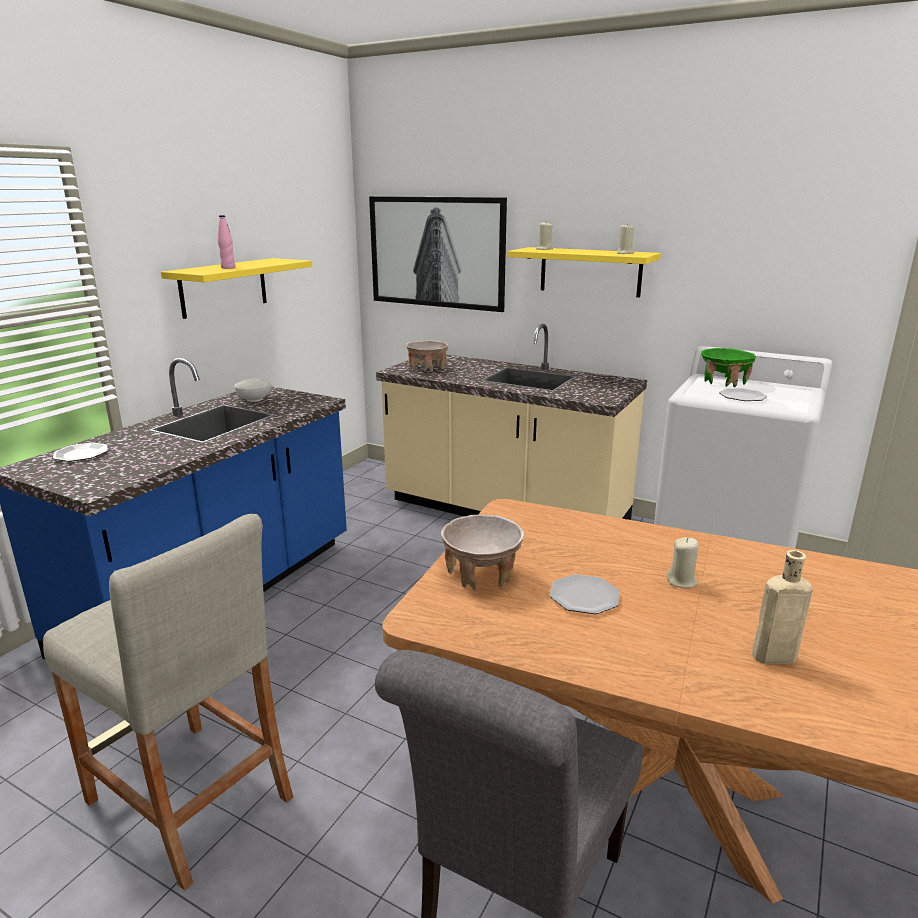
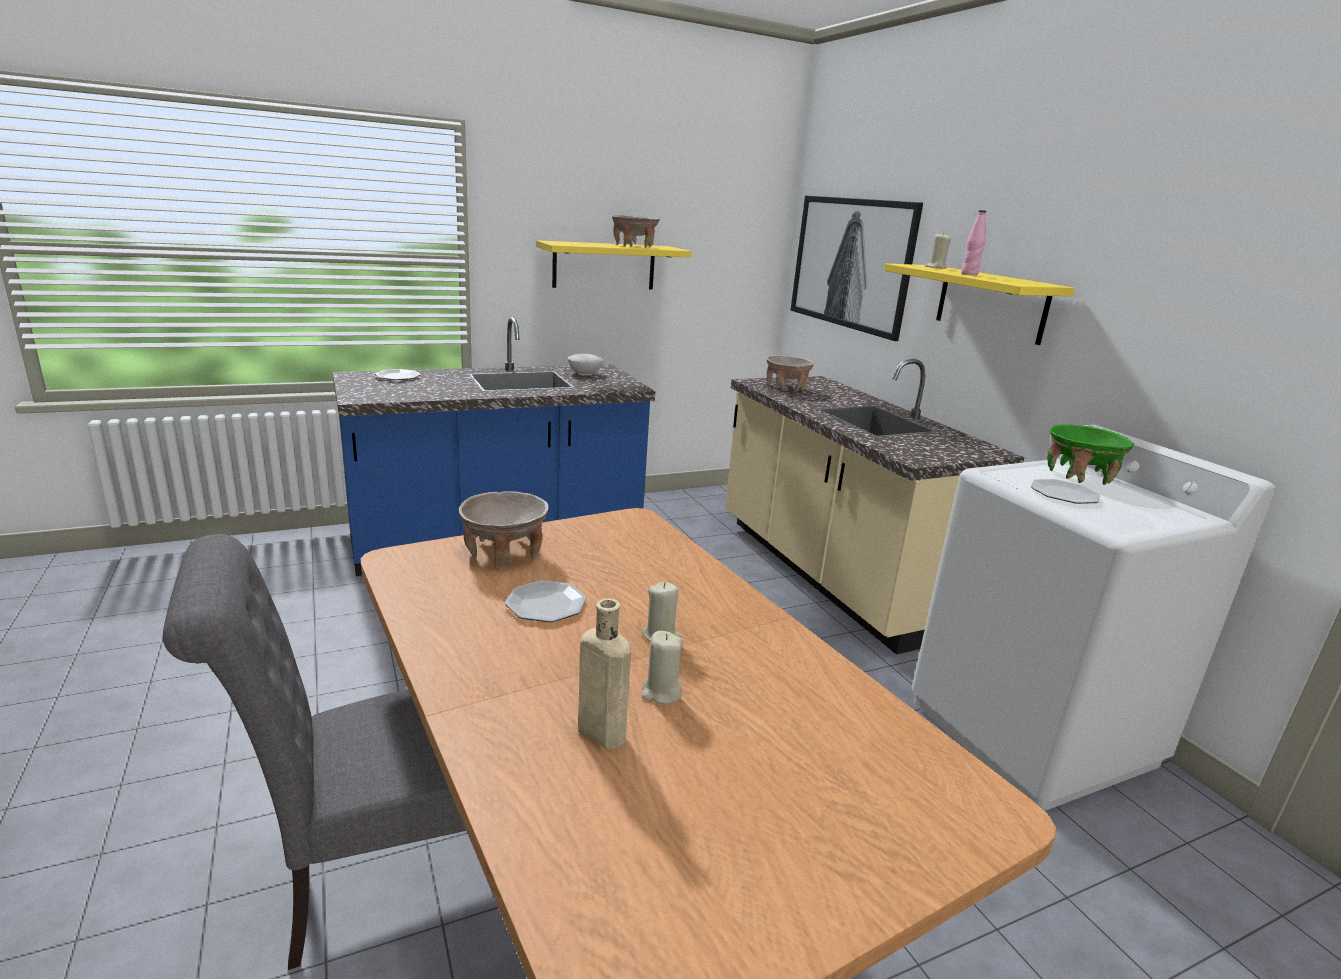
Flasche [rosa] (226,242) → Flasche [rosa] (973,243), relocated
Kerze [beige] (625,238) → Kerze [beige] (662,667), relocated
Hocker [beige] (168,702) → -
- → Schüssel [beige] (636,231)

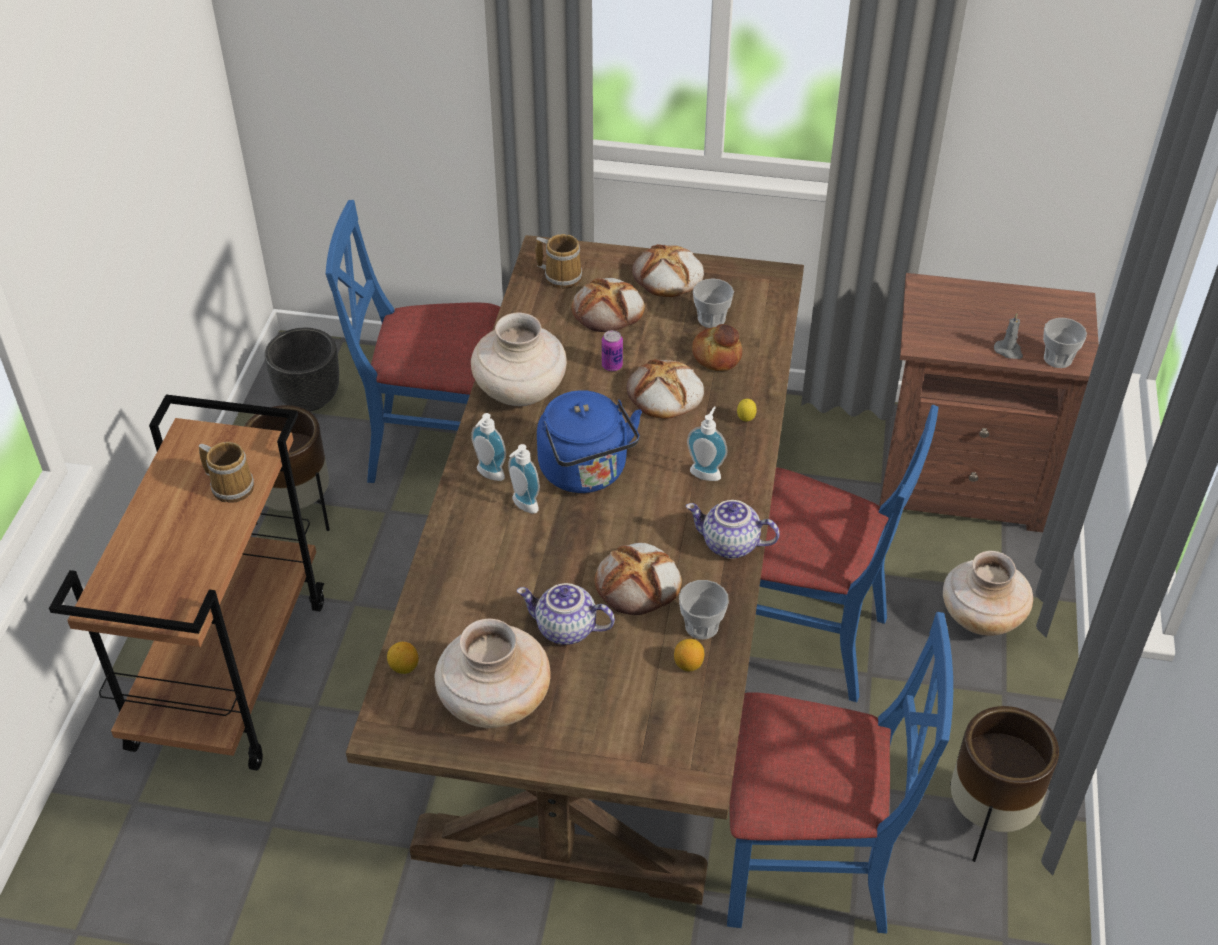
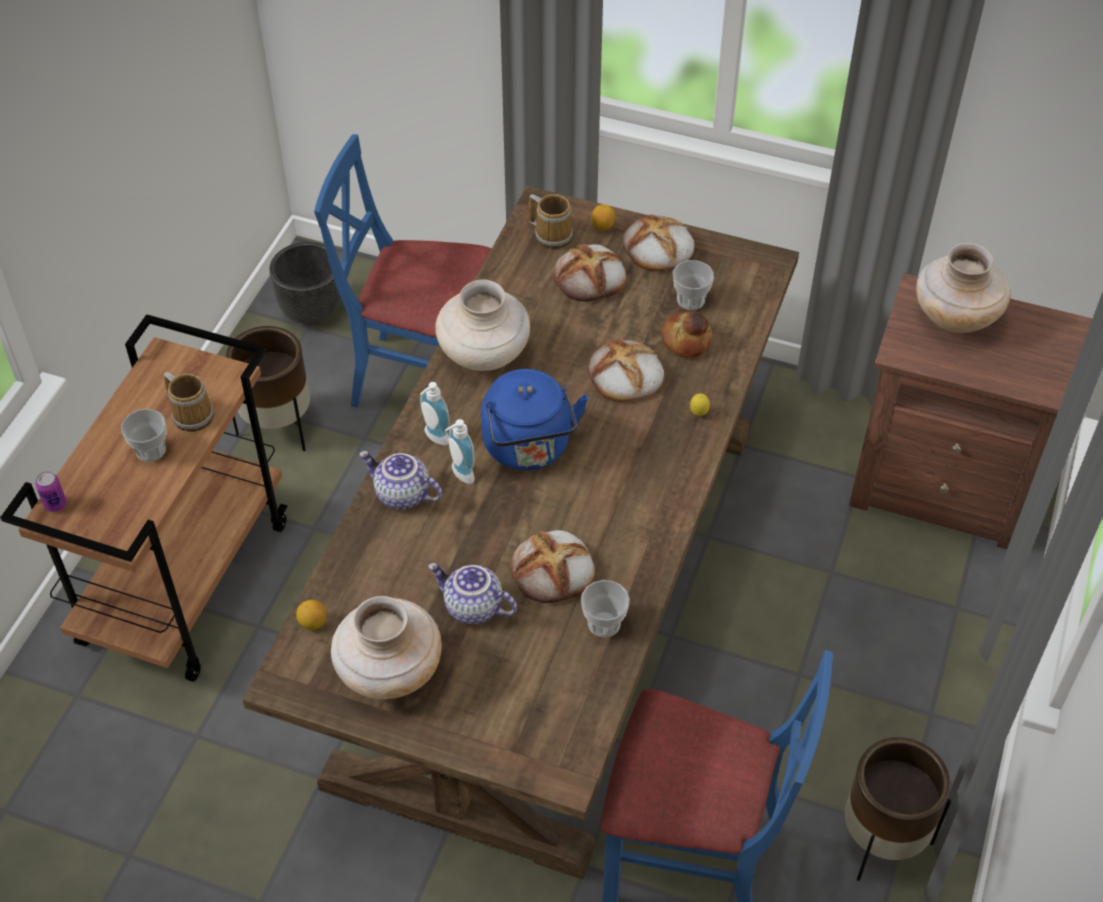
Kerze [grau] (1008,336) → -
Tasse (1065,343) → Tasse (144,435), relocated
Dose (612,350) → Dose (51,491), relocated
Stuhl [blau] (847,553) → -
Seifenspender (707,443) → -
Teekanne (733,529) → Teekanne (400,480), relocated
Vase [beige] (988,593) → Vase [beige] (963,288), relocated
Zitrone (689,655) → Zitrone (603,217), relocated

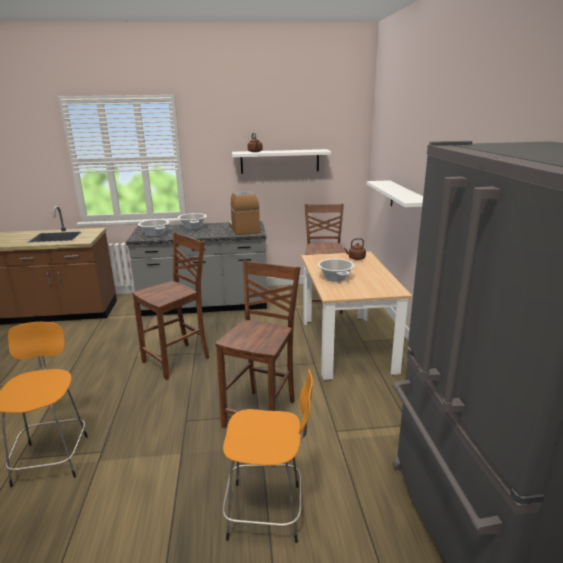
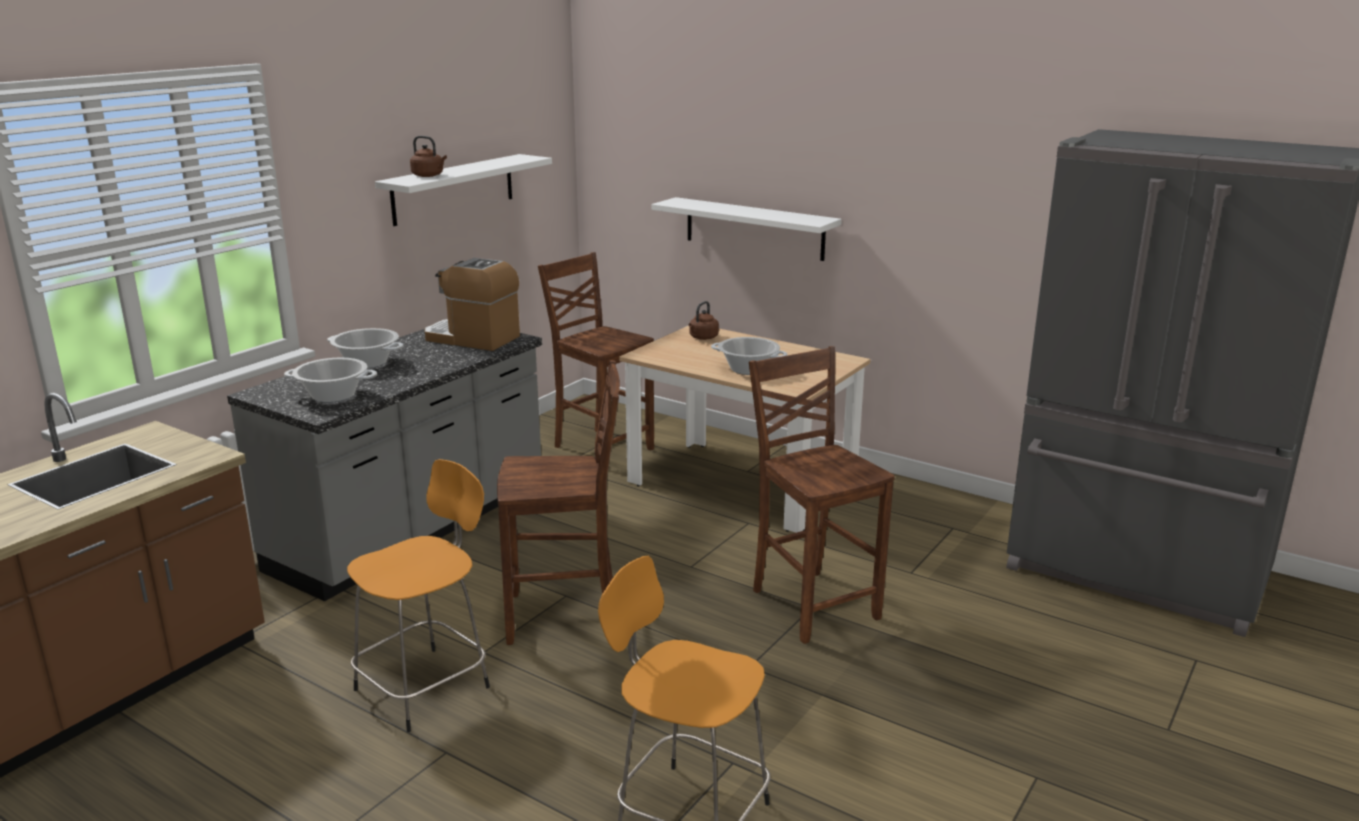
Stuhl [braun] (170,306) → Stuhl [braun] (558,502), 90 degrees clockwise
Hocker [orange] (267,456) → Hocker [orange] (418,595), relocated

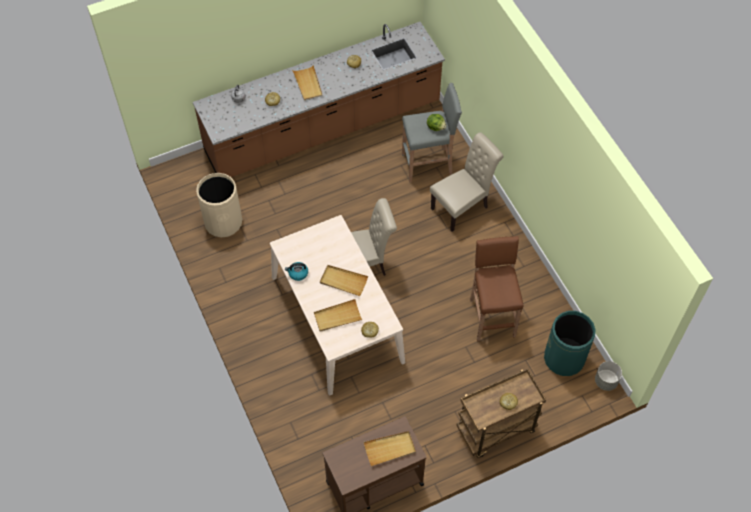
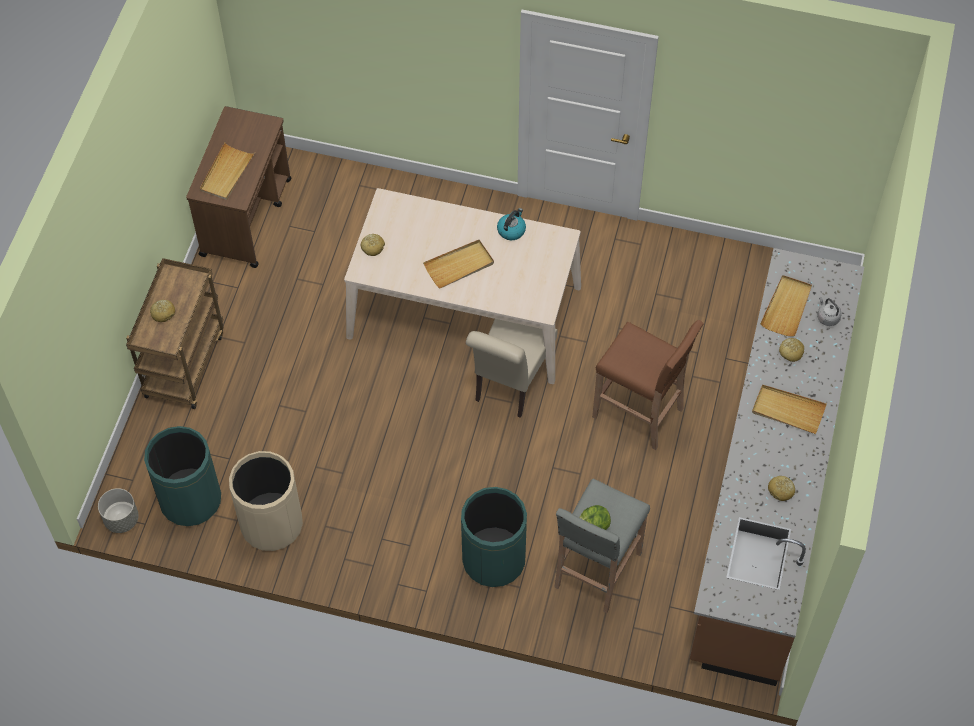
Stuhl [beige] (466,182) → Mülleimer [grün] (494,537)
Mülleimer [beige] (219,205) → Mülleimer [beige] (266,501), relocated
Hocker [braun] (497,288) → Hocker [braun] (648,385), relocated
Tablett [beige] (338,315) → Tablett [beige] (786,305), relocated

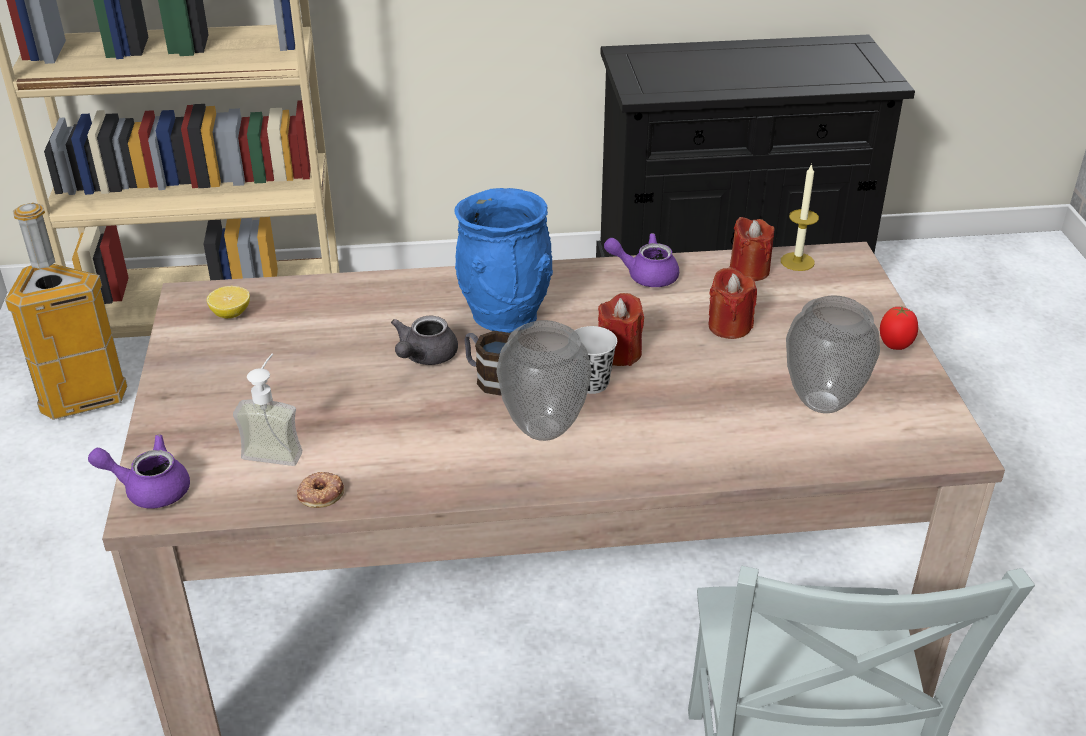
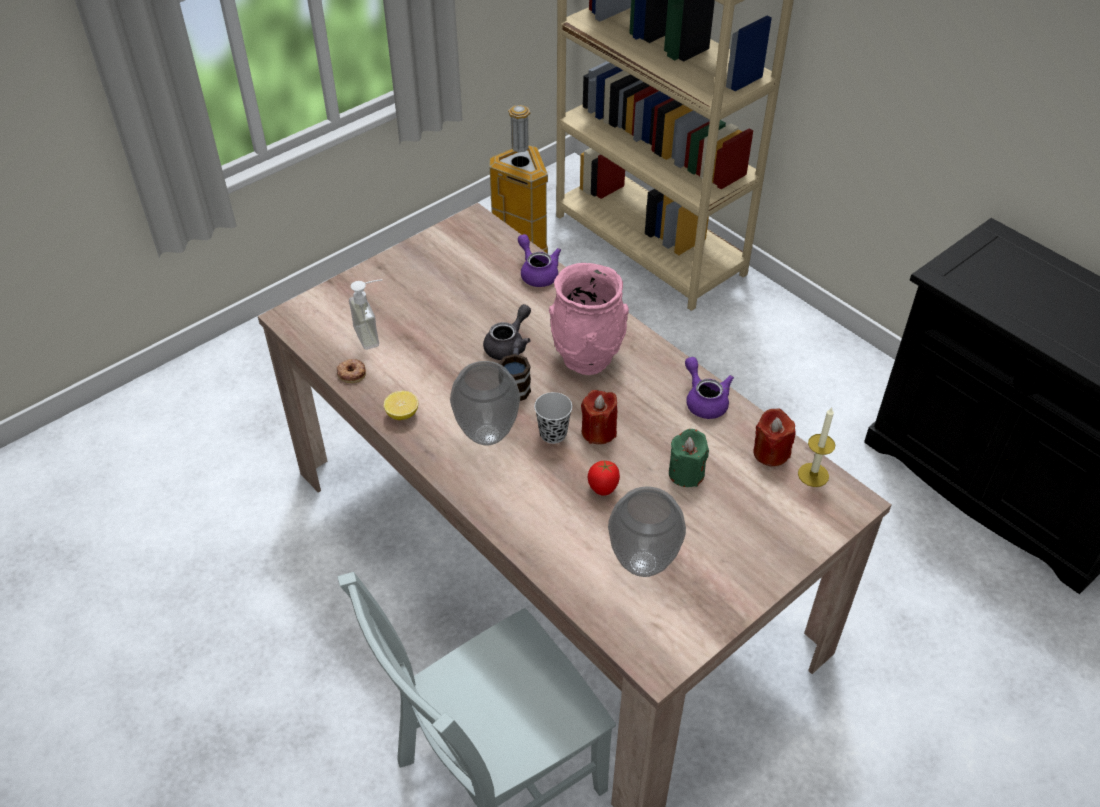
Vase [blau] (503,260) → Vase [rosa] (589,319)
Kerze [rot] (732,303) → Kerze [grün] (689,458)
Zitrone (228,302) → Zitrone (401,405), relocated
Tomate (899,328) → Tomate (604,478), relocated
Teekanne [grau] (424,340) → Teekanne [grau] (507,332), 135 degrees clockwise
Teekanne [lila] (139,472) → Teekanne [lila] (539,260), relocated

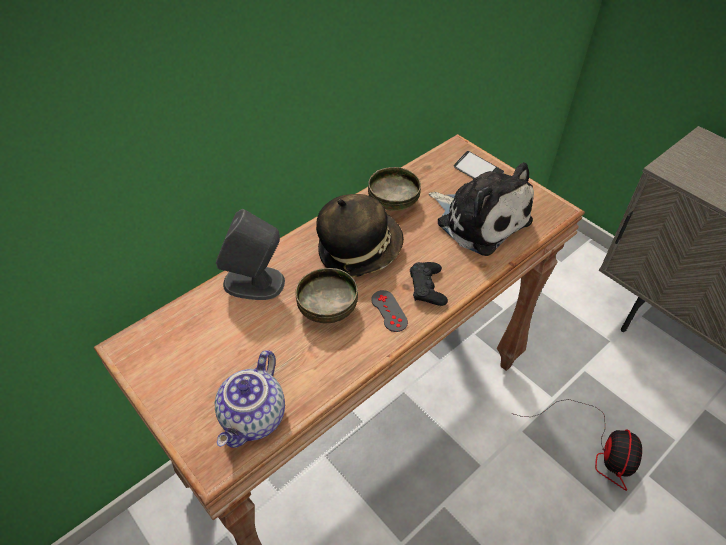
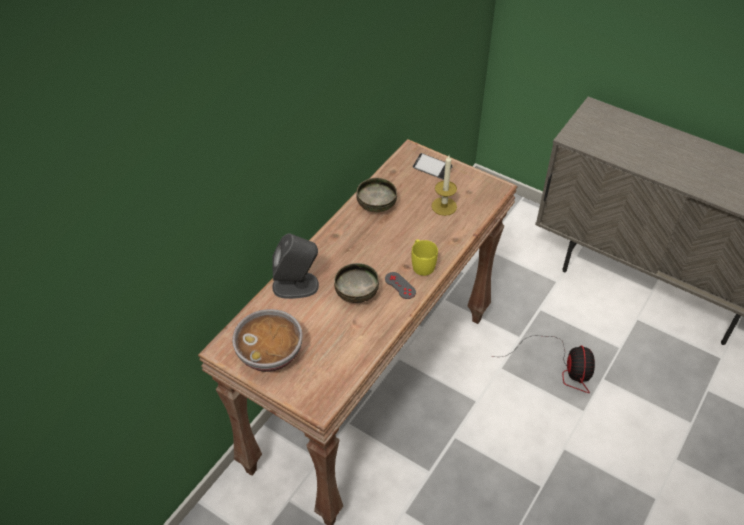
Plüschtier (481,209) → Kerze (444,185)
Hut (360,235) → -
Gamepad [schwarz] (429,284) → Henkelbecher [gelb] (425,257)
Teekanne (250,399) → -
- → Schüssel (267,340)

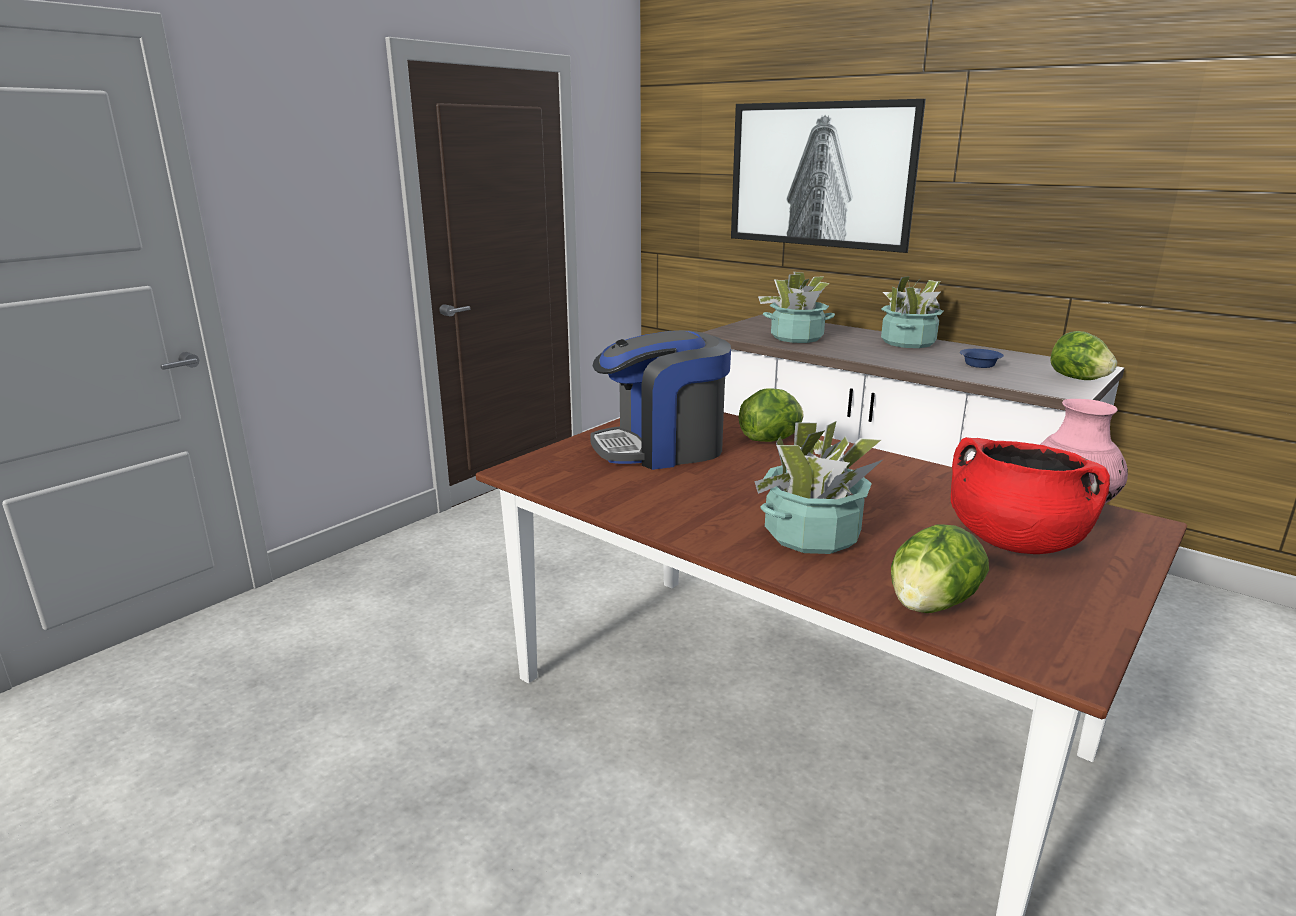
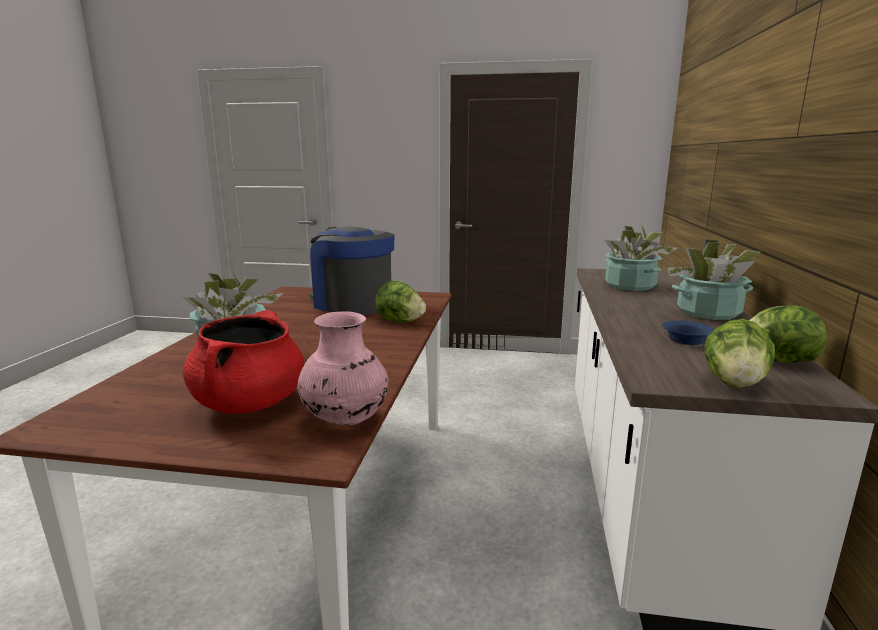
Bild (828,176) → -
Salatkopf (940,568) → Salatkopf (788,334), relocated

